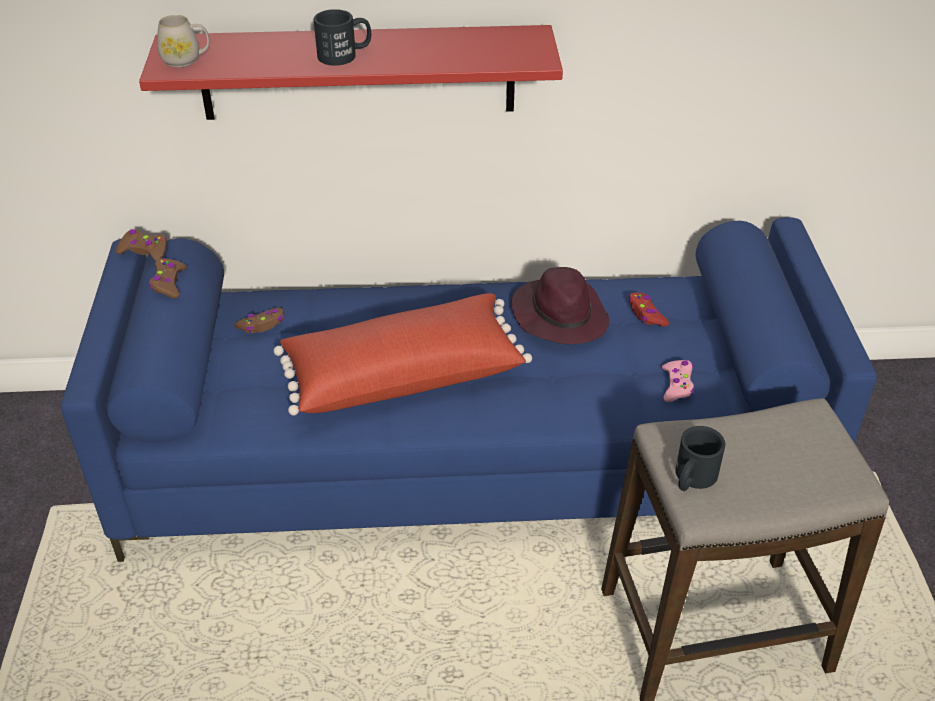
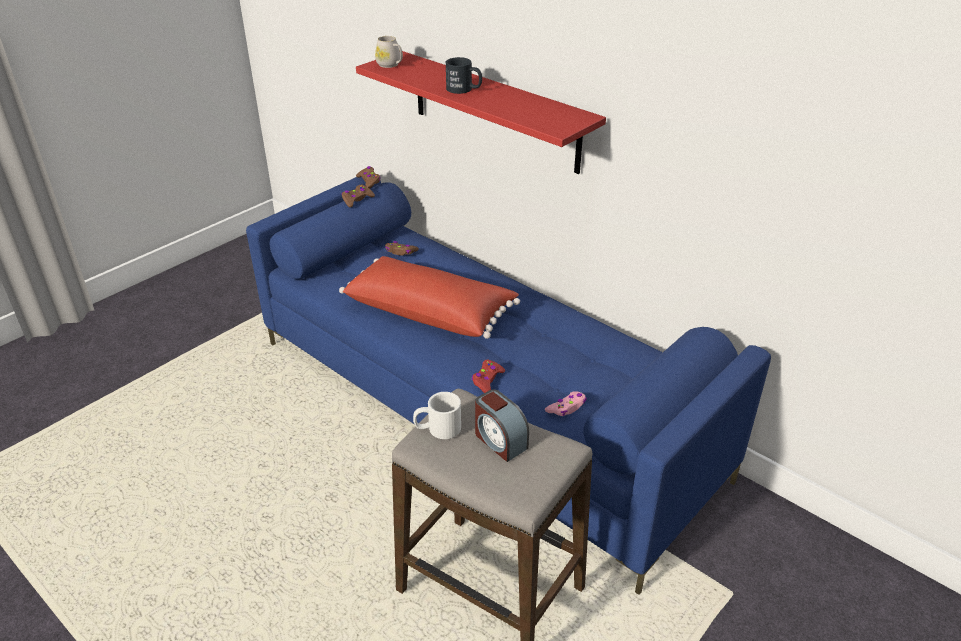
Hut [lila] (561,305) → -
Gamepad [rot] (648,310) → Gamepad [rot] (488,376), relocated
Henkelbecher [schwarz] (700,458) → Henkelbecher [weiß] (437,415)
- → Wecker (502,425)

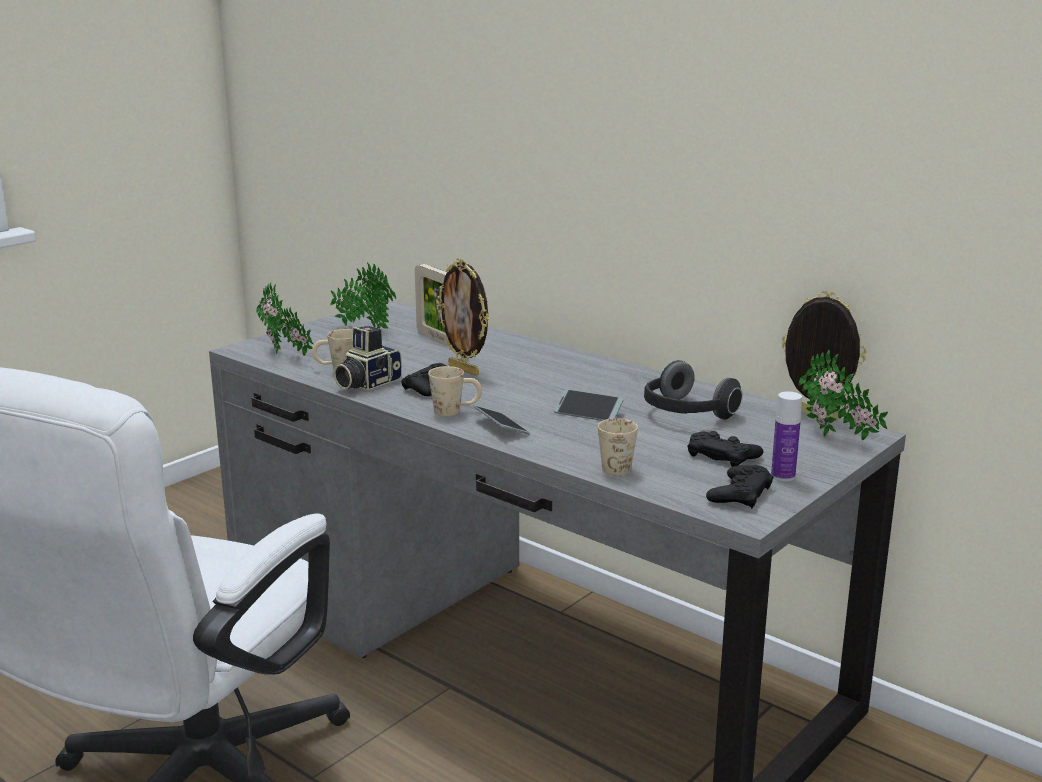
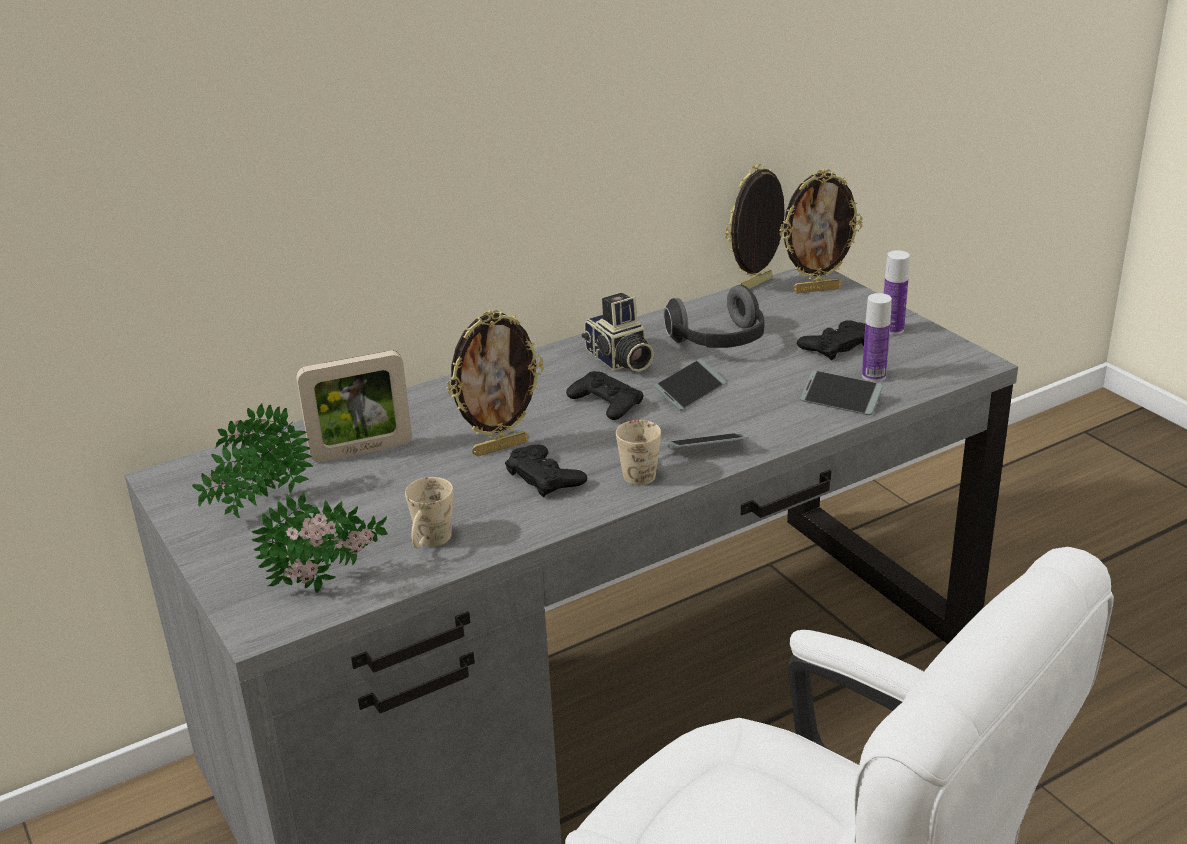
Kamera (367,358) → Kamera (618,332), relocated
Topfpflanze (843,395) → Bilderrahmen (820,231)
Henkelbecher [beige] (618,446) → Handy (841,393)
Gamepad [schwarz] (740,486) → Gamepad [schwarz] (605,395), relocated
- → Flasche (877,337)

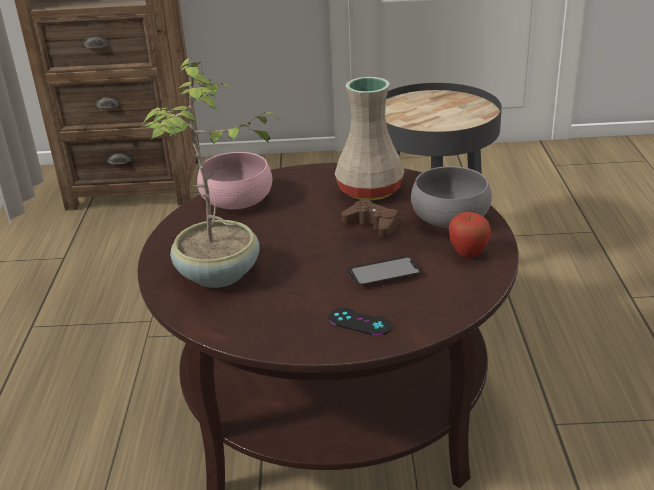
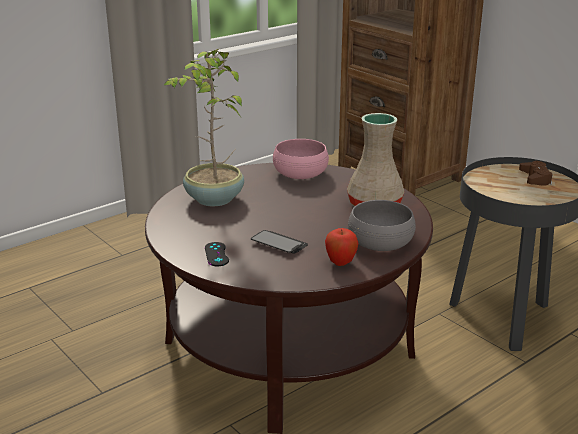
Gamepad [braun] (370,218) → Gamepad [braun] (536,173), relocated

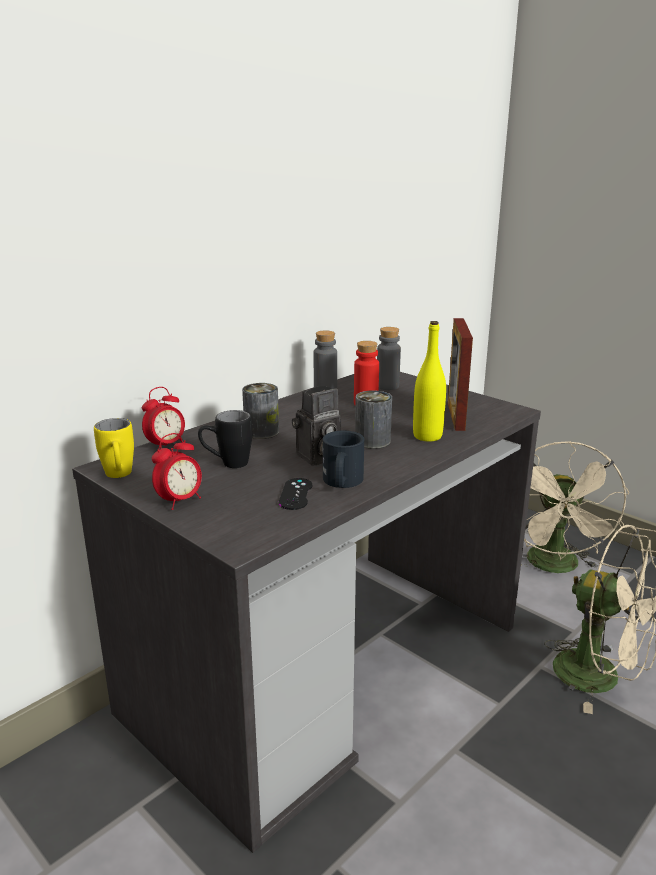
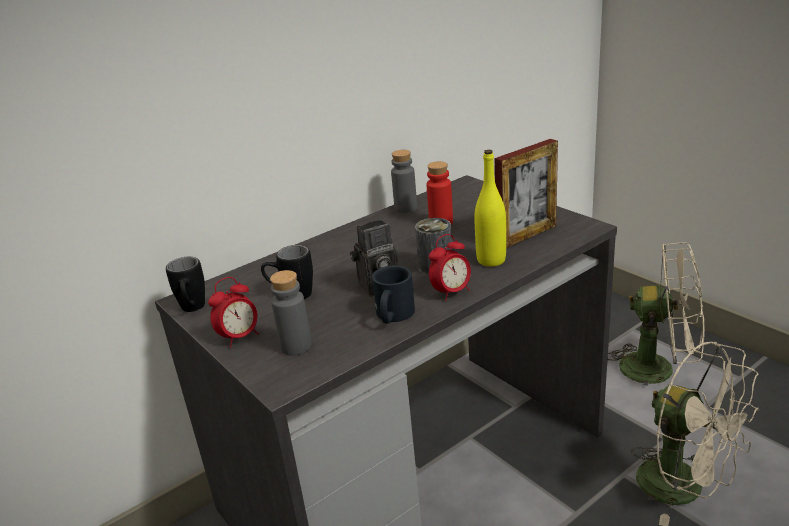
Bilderrahmen (460,374) → Bilderrahmen (526,193), 135 degrees counterclockwise
Flasche [grau] (389,358) → Flasche [grau] (291,313), relocated
Dose (260,411) → -
Wecker (163,418) → Wecker (450,267), relocated
Henkelbecher [gelb] (114,448) → Henkelbecher [schwarz] (185,284)
Ventilator [beige] (575,507) → Ventilator [beige] (656,315), 90 degrees counterclockwise
Gamepad [schwarz] (295,494) → -

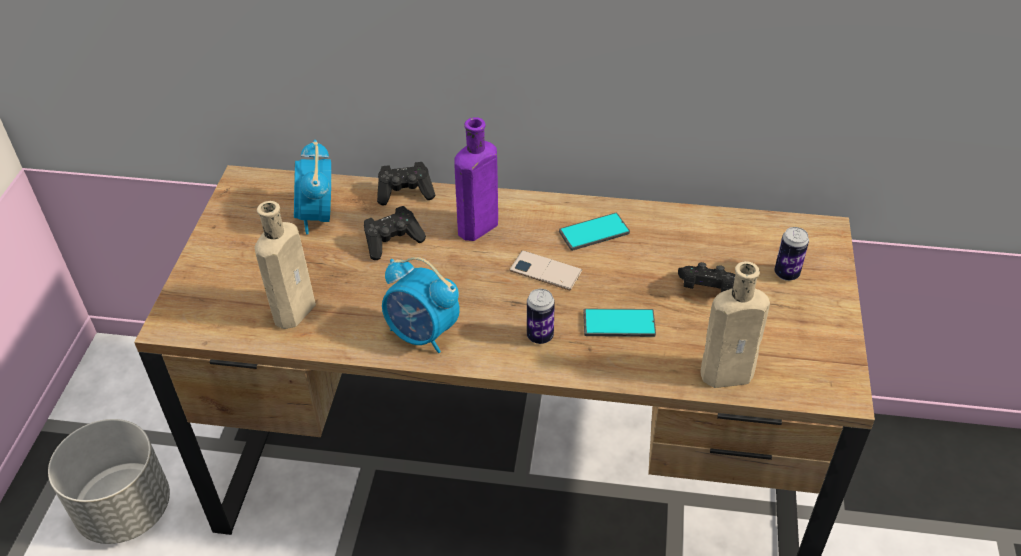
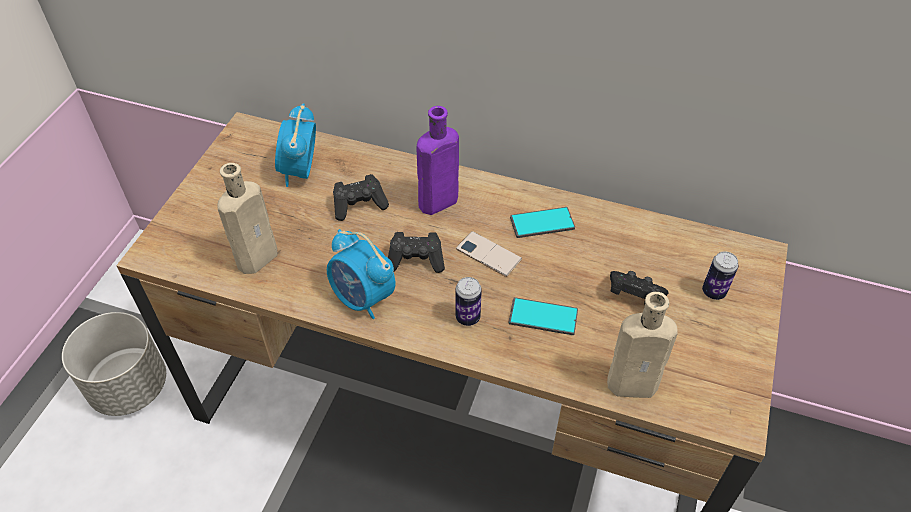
Gamepad [schwarz] (406,184) → Gamepad [schwarz] (416,252), relocated

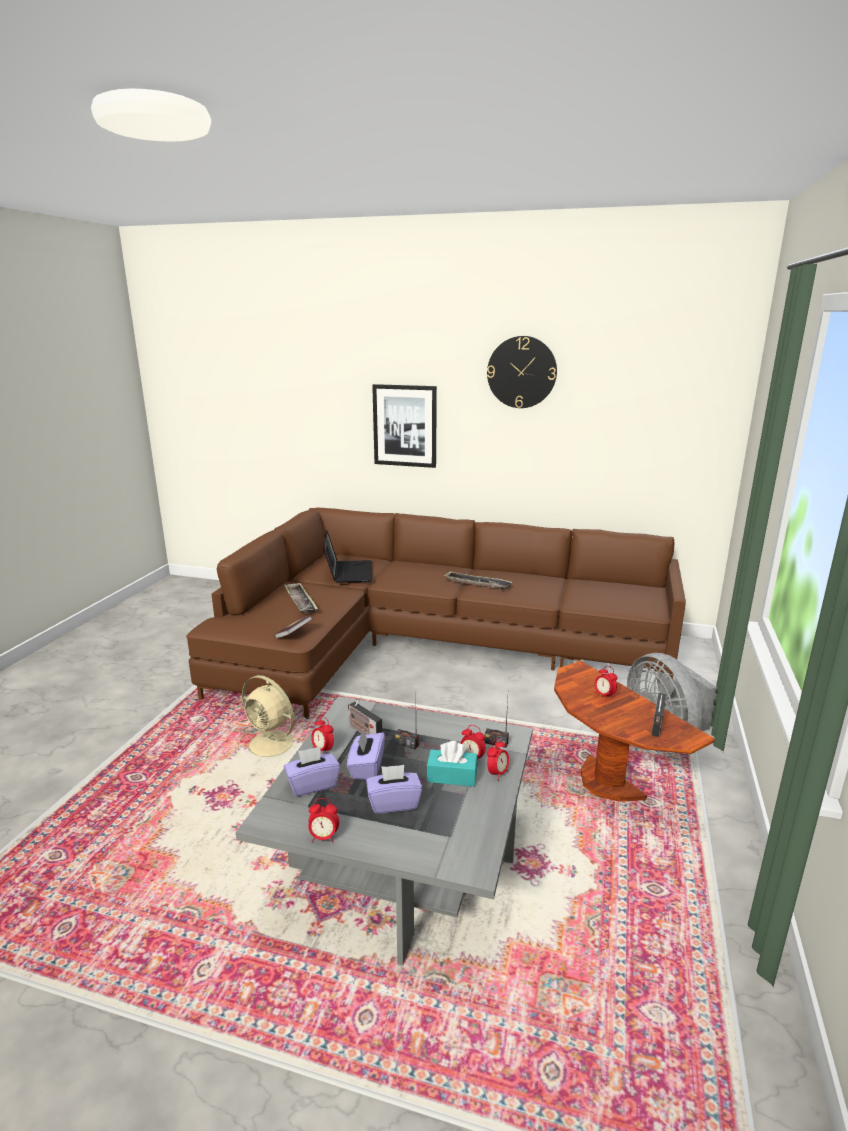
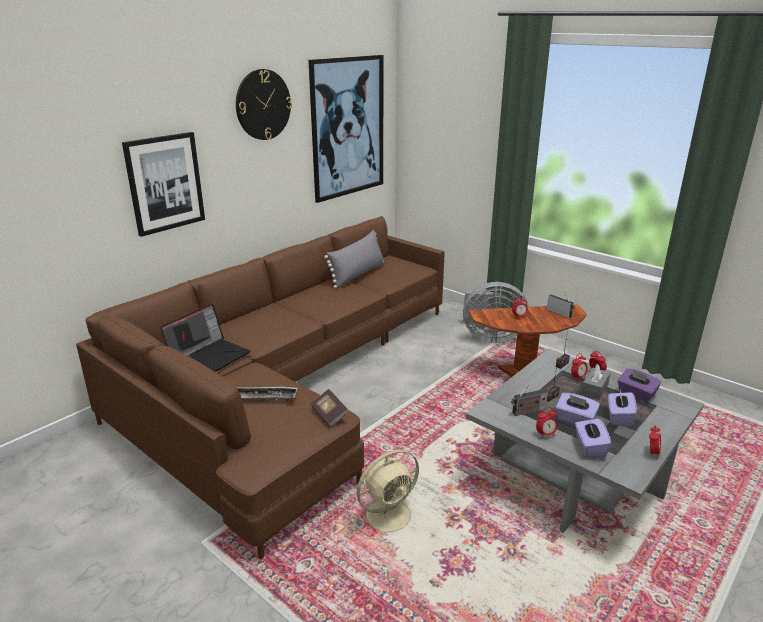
Laptop (347,556) → Laptop (205,338), 105 degrees clockwise
Tablett (478,580) → -
Taschentuchbox [türkis] (452,764) → Taschentuchbox [grau] (595,382)
- → Bild (345,129)
- → Kissen [grau] (354,259)
- → Taschentuchbox [lila] (639,386)

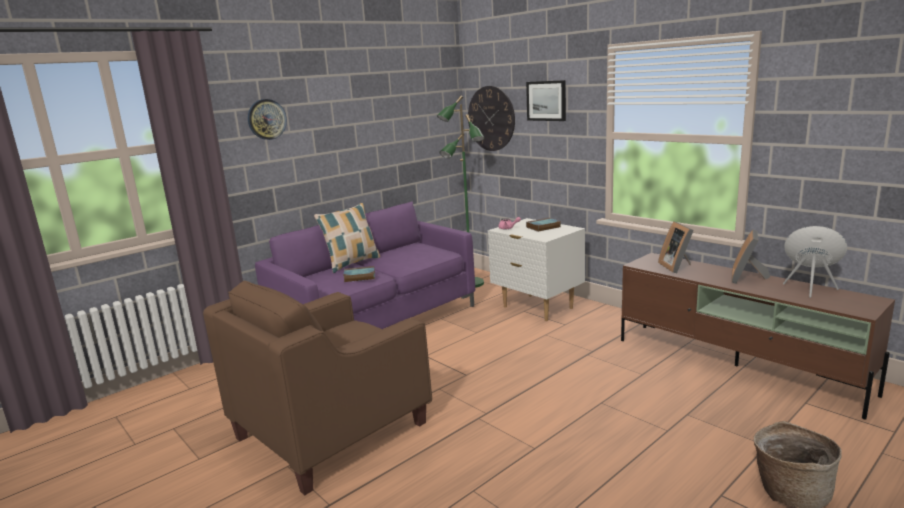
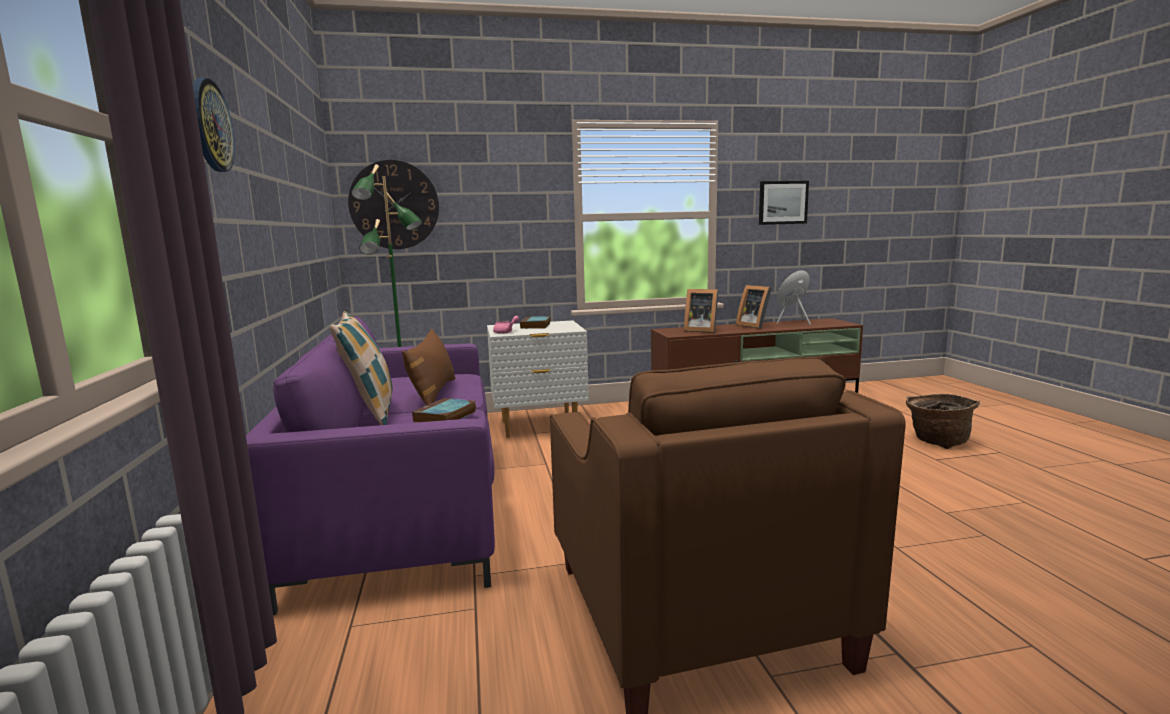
Bild (546,100) → Bild (784,203), relocated
- → Kissen [braun] (429,367)

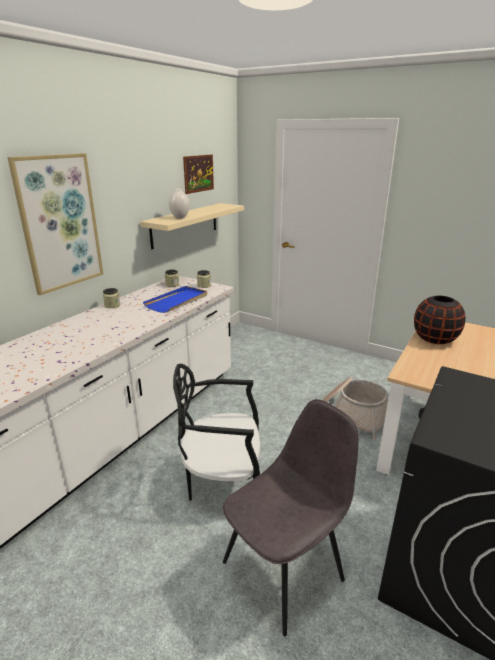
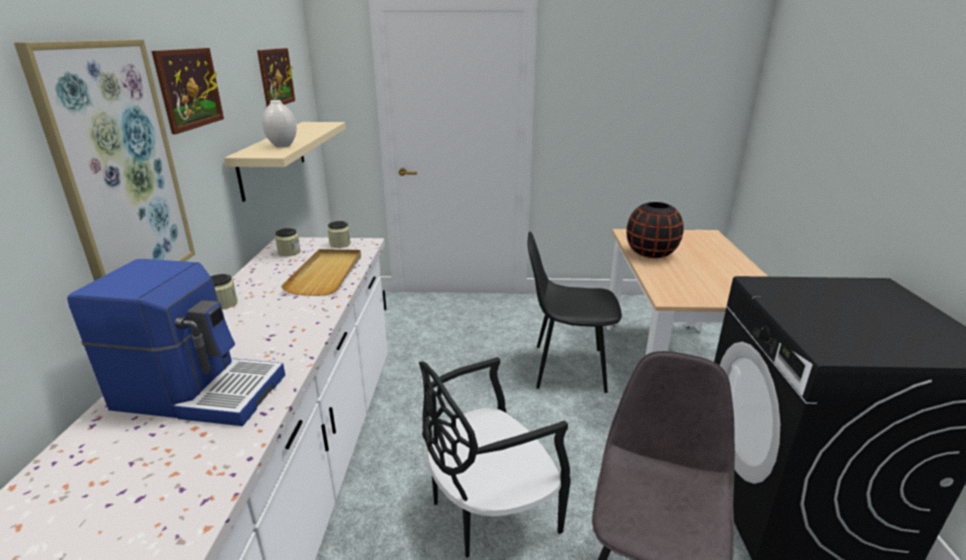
Tablett [blau] (175,299) → Tablett [beige] (321,272)
Korb (355,408) → Stuhl [schwarz] (575,312)
- → Bild (187,91)
- → Kaffeemaschine (176,342)

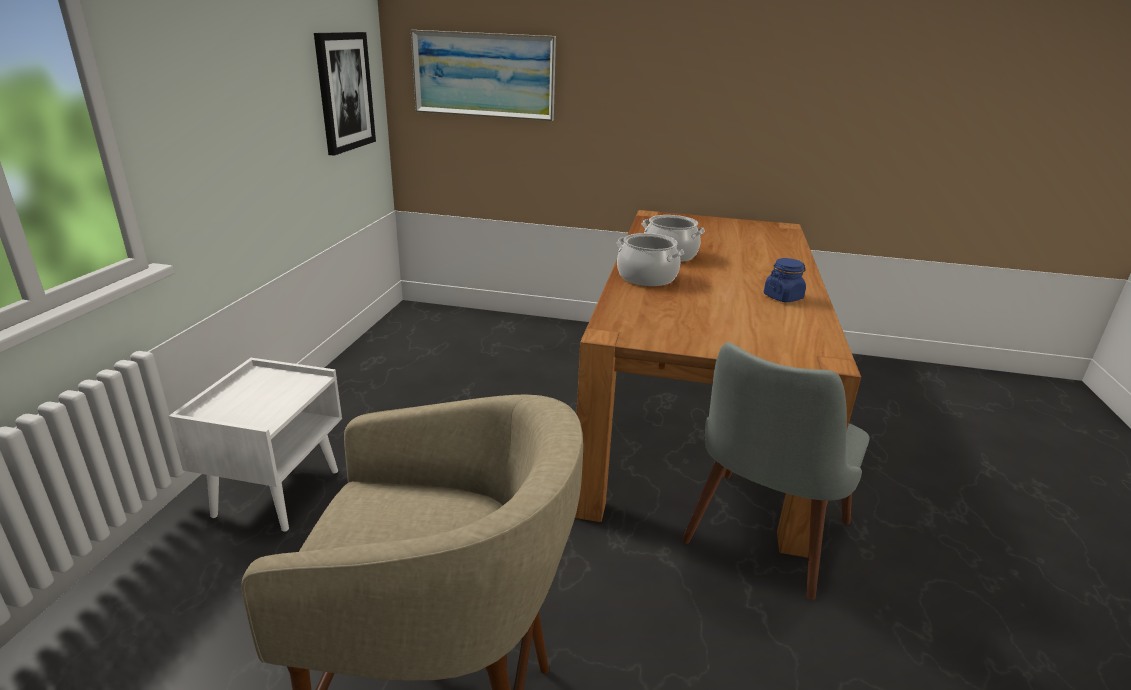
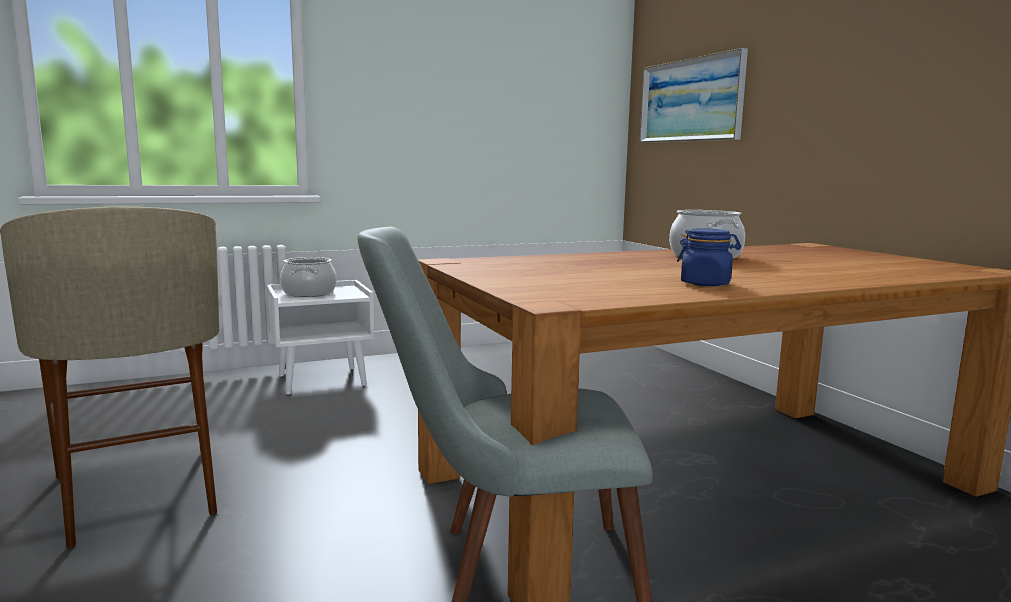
Bild (345,94) → -
Kochtopf (650,259) → Kochtopf (308,277), relocated

